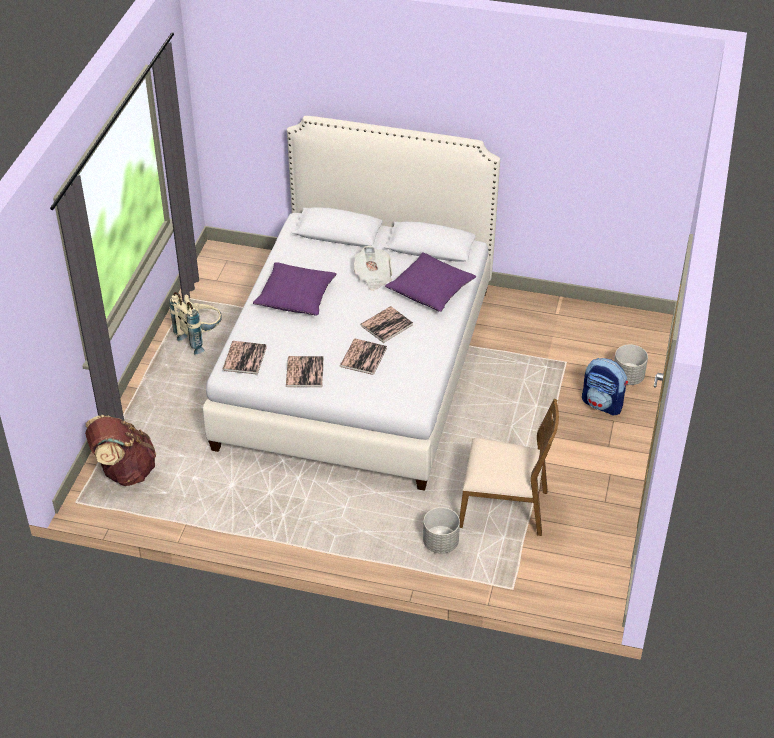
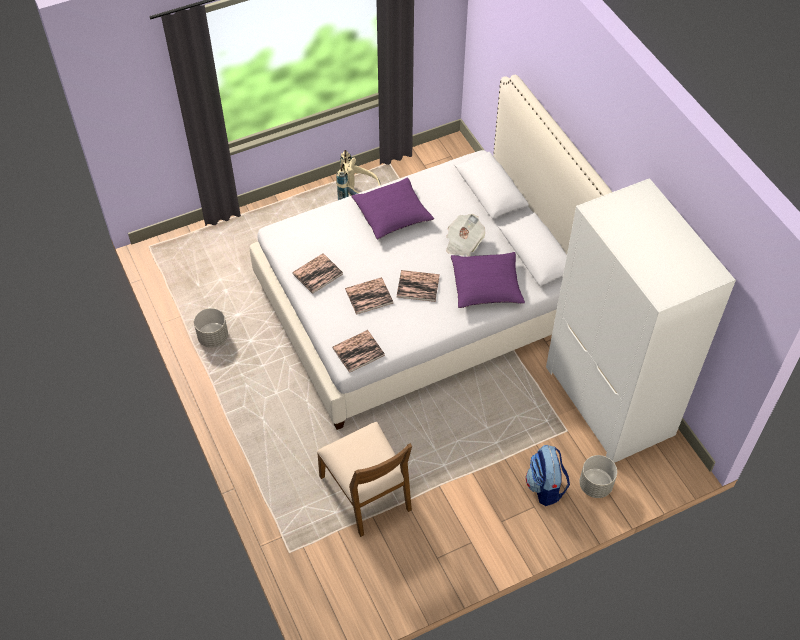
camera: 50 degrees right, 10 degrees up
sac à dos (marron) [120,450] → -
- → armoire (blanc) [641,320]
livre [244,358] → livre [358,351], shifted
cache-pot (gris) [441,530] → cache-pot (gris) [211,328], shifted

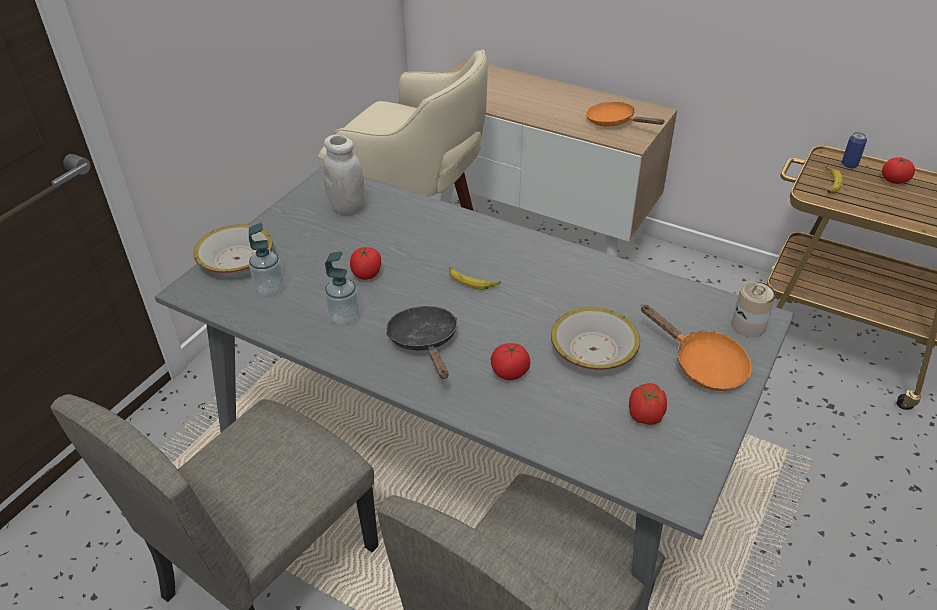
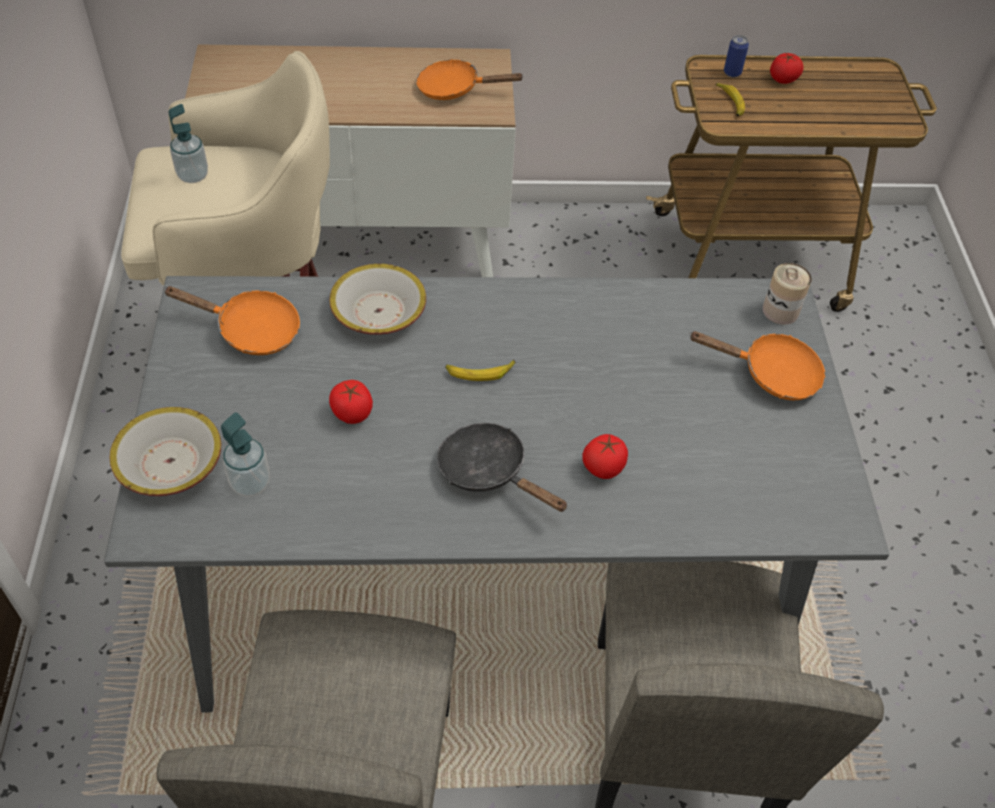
camera: 35 degrees left, 10 degrees up
tomate [648,404] → -
distributeur de savon [342,288] → distributeur de savon [188,143], shifted
bol [595,338] → bol [377,299], shifted
bocal (blanc) [344,174] → poêle (orange) [231,320]

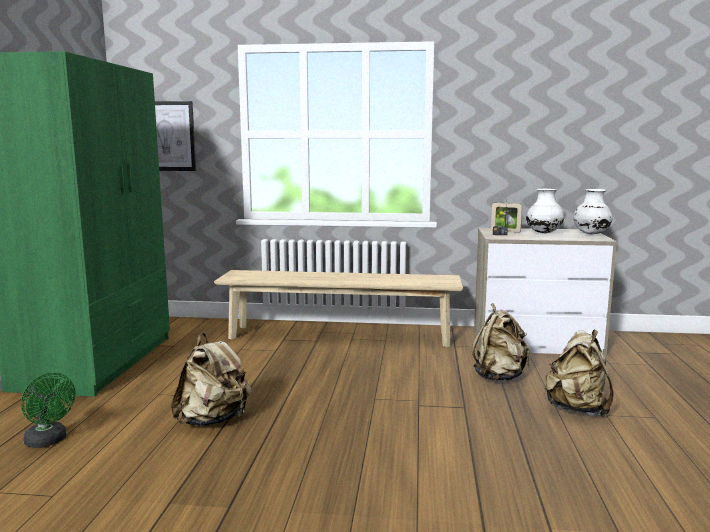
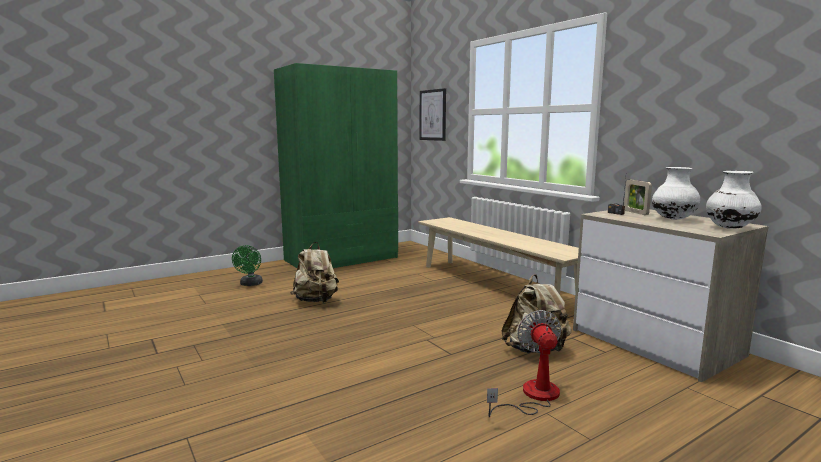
camera: 50 degrees right, 0 degrees up
sac à dos (beige) [579,373] → ventilateur [524,363]

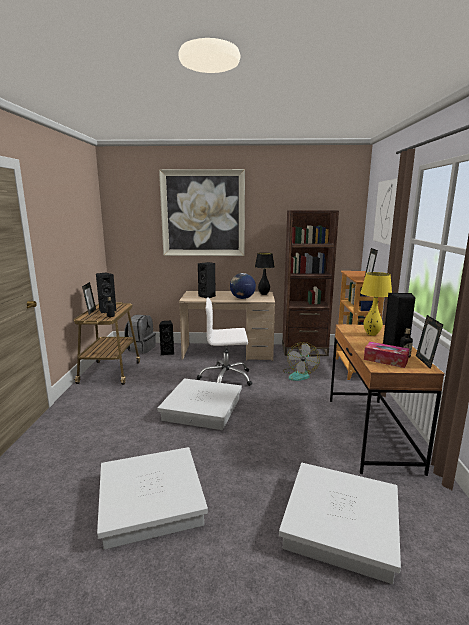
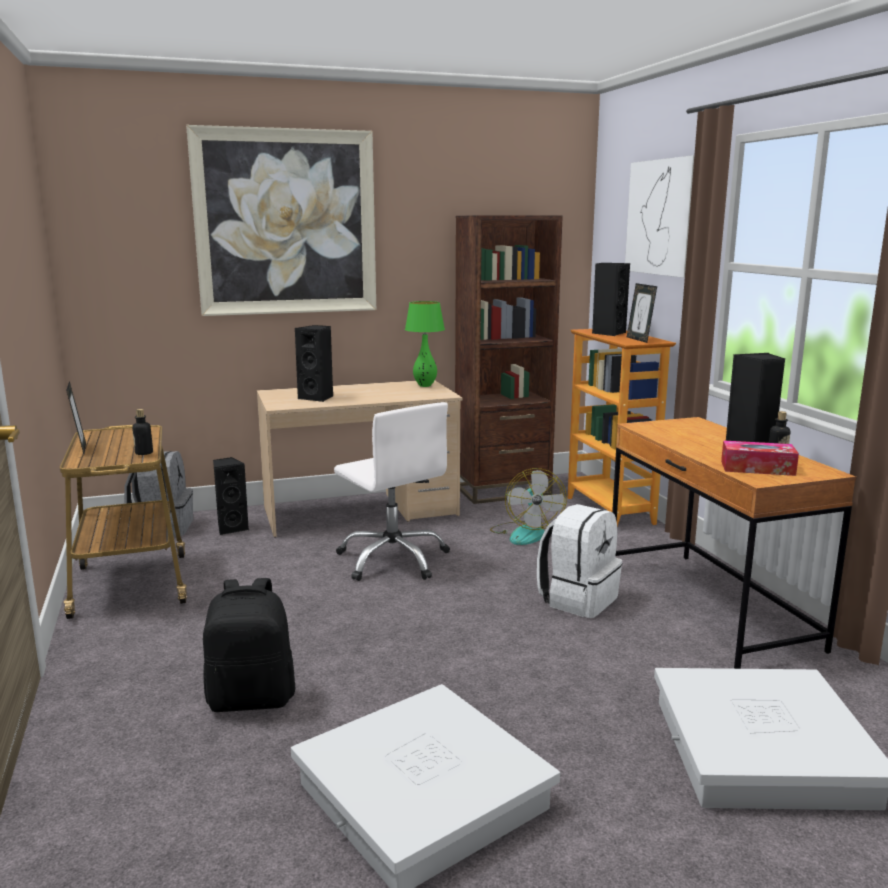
camera: 20 degrees left, 0 degrees up
boîte de rangement (blanc) [200,404] → -
globe [243,286] → -
lampe de table (jaune) [376,304] → -
cadre photo [429,342] → -
- → sac à dos (noir) [249,645]
- → sac à dos (blanc) [579,561]
enceinte (noir) [106,293] → enceinte (noir) [611,299], shifted
lampe de table (noir) [265,274] → lampe de table (vert) [425,344]
chaise de bureau (blanc) [224,341] → chaise de bureau (blanc) [392,491], 105 degrees counterclockwise

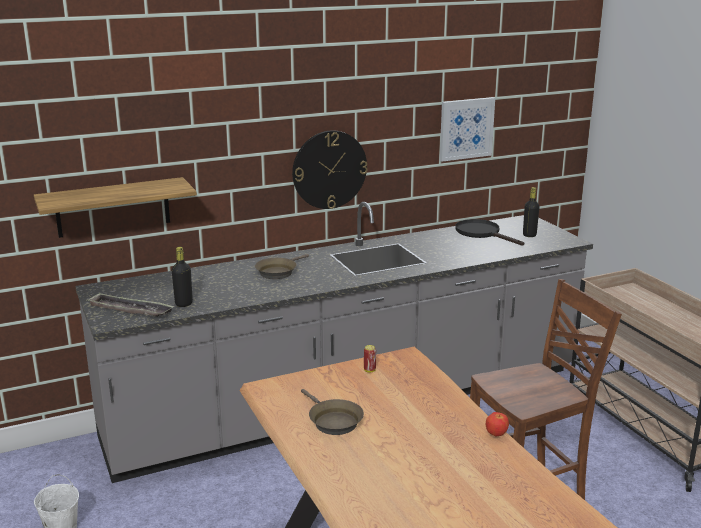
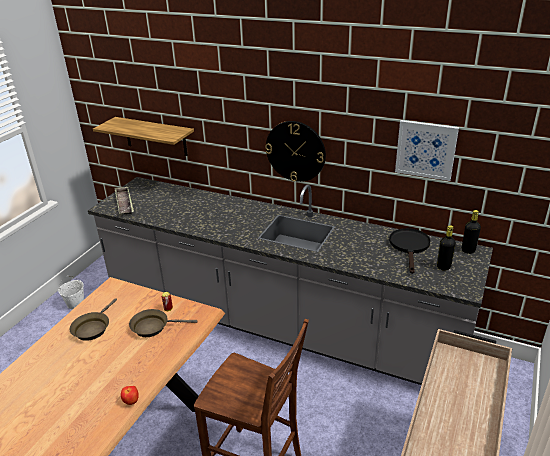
camera: 50 degrees right, 10 degrees up
bouteille (noir) [182,277] → bouteille (noir) [471,232], shifted
poêle (marron) [282,266] → poêle (marron) [163,323], shifted

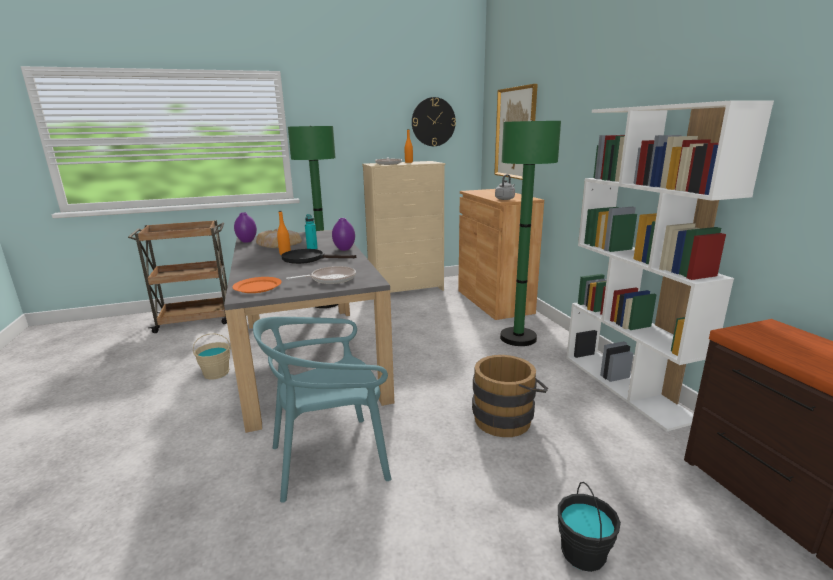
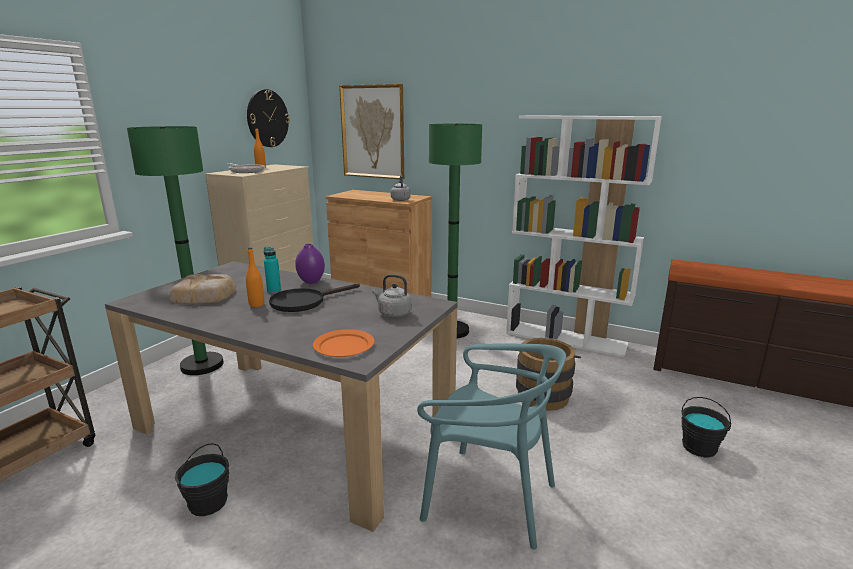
camera: 45 degrees left, 0 degrees up
vase (violet) [245,227] → -
poêle [321,275] → bouilloire (gris) [392,296]
seau (beige) [212,357] → seau (noir) [202,479]
chaise (turquoise) [322,410] → chaise (turquoise) [491,446], 90 degrees counterclockwise

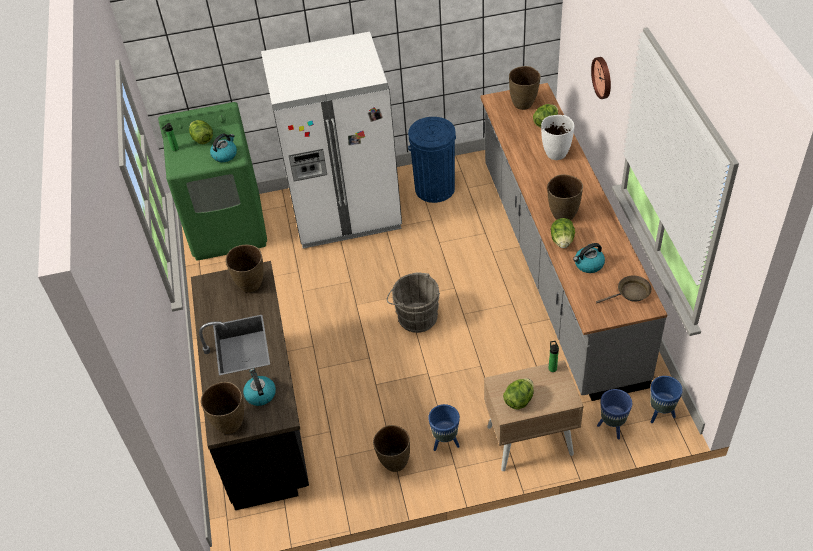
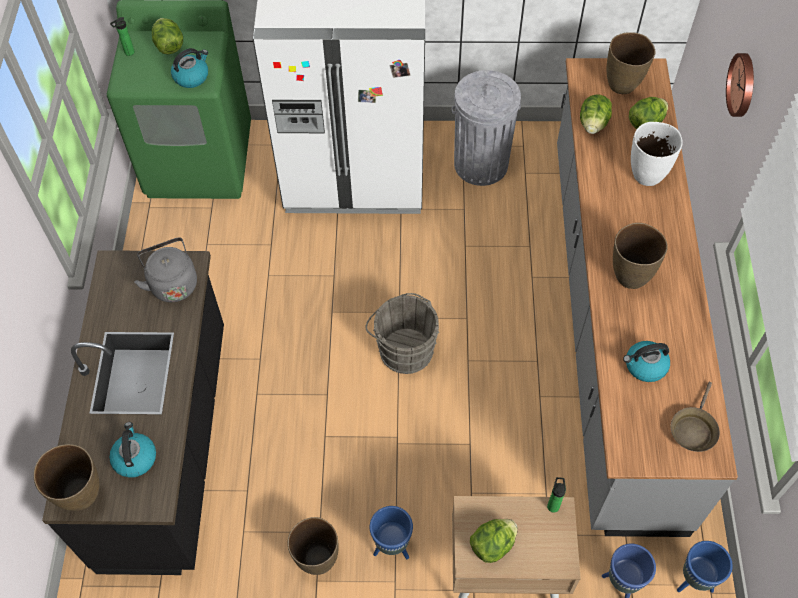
camera: 10 degrees right, 10 degrees up
laitue [563,233] → laitue [596,114], shifted
vase (marron) [245,269] → bouilloire (gris) [165,269]
poubelle (bleu) [432,160] → poubelle (gris) [486,128]
poêle (marron) [624,289] → poêle (marron) [695,417], 120 degrees clockwise

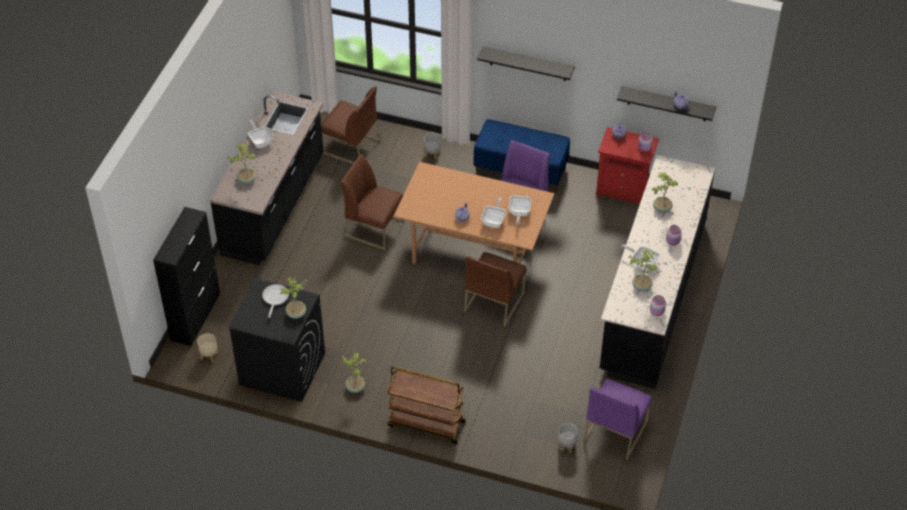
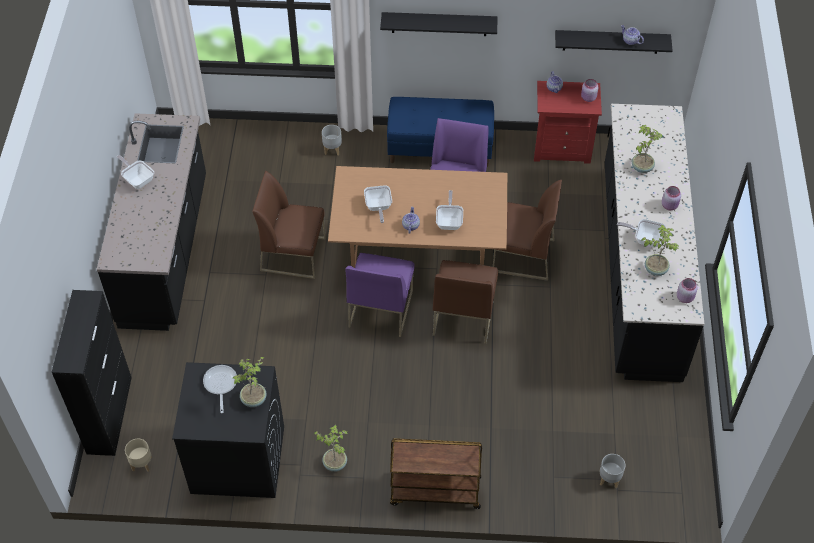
camera: 15 degrees left, 5 degrees up
plante en pot [241,163] → -
chaise (marron) [351,125] → chaise (marron) [527,230], shifted
poêle [520,210] → poêle [378,204], shifted
chaise (violet) [617,419] → chaise (violet) [380,295], shifted

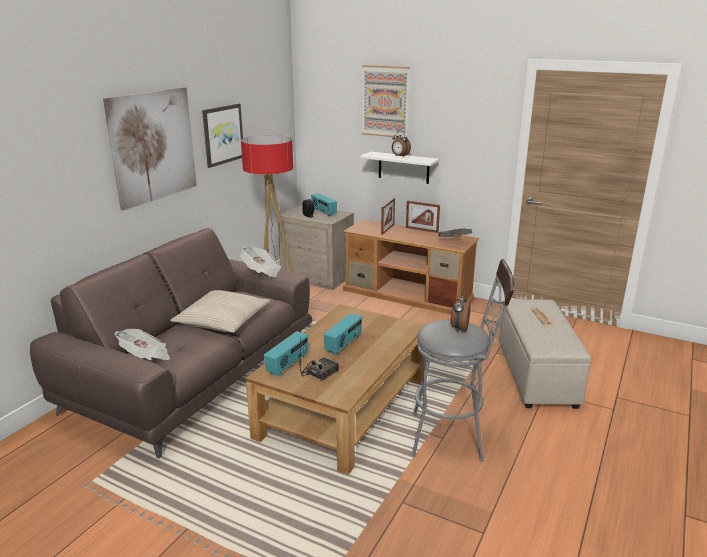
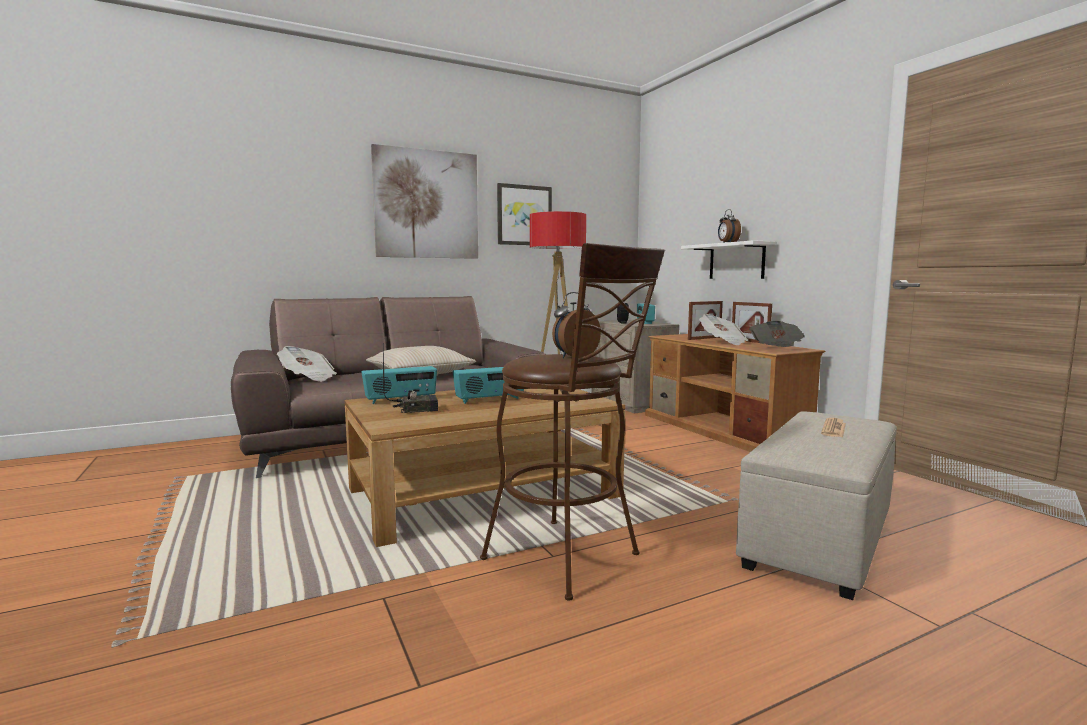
camera: 35 degrees right, 15 degrees down
tableau [386,101] → -
journal [260,262] → journal [723,329], shifted
tabouret (gris) [462,360] → tabouret (marron) [572,422]

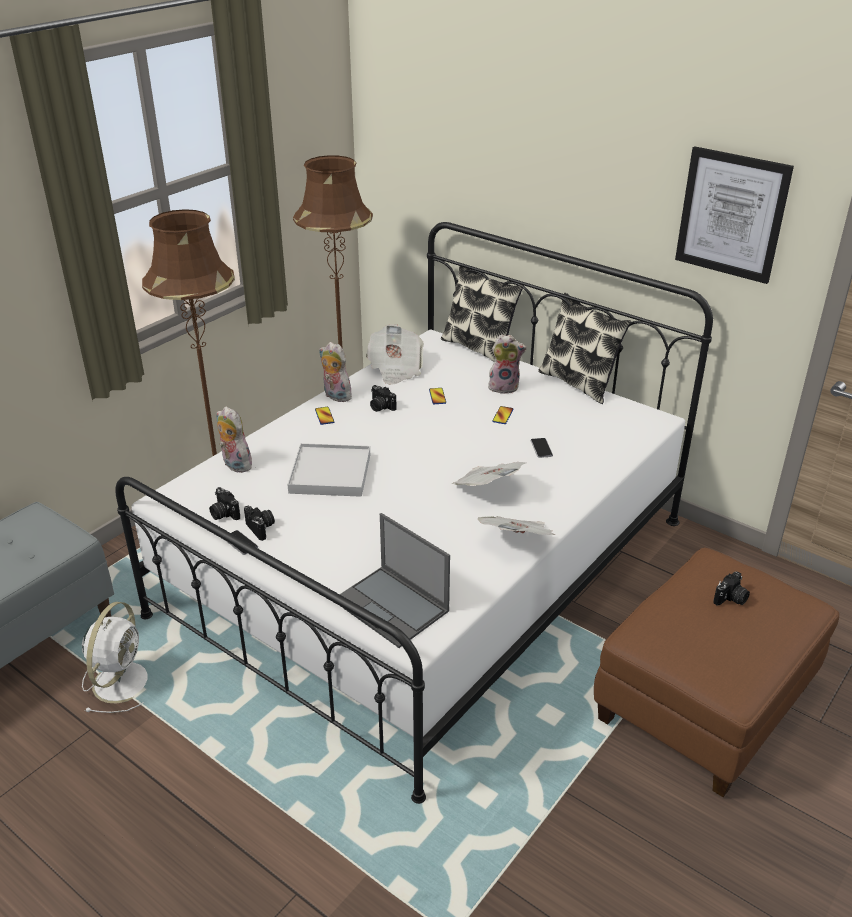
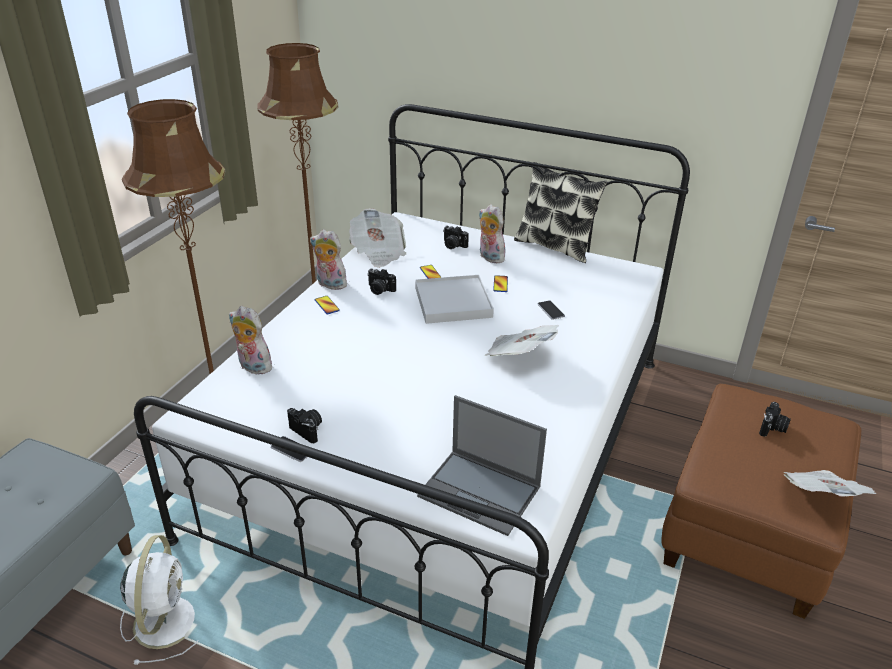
camera: 15 degrees left, 0 degrees up
coussin [482,314] → -
tableau [734,215] → -
appareil photo [224,503] → appareil photo [456,237], shifted
plateau (blanc) [328,470] → plateau (blanc) [454,299], shifted
journal [516,525] → journal [830,483], shifted
peluche [507,364] → peluche [492,233], 120 degrees counterclockwise

